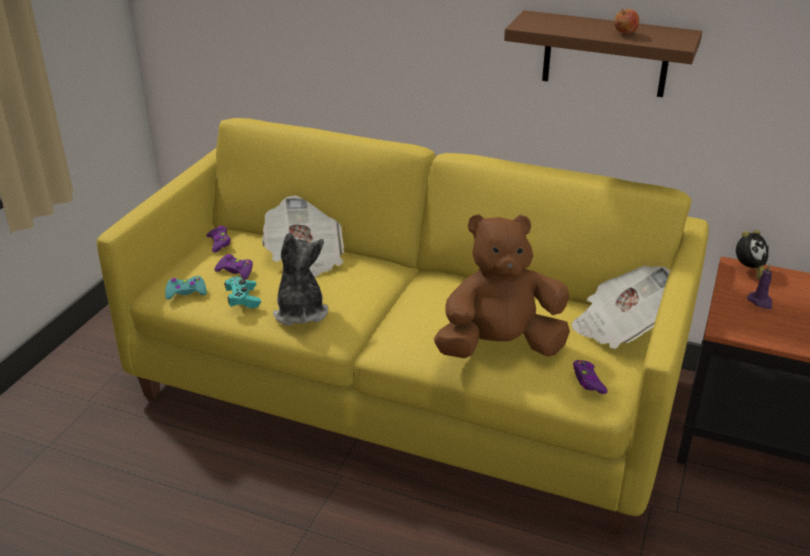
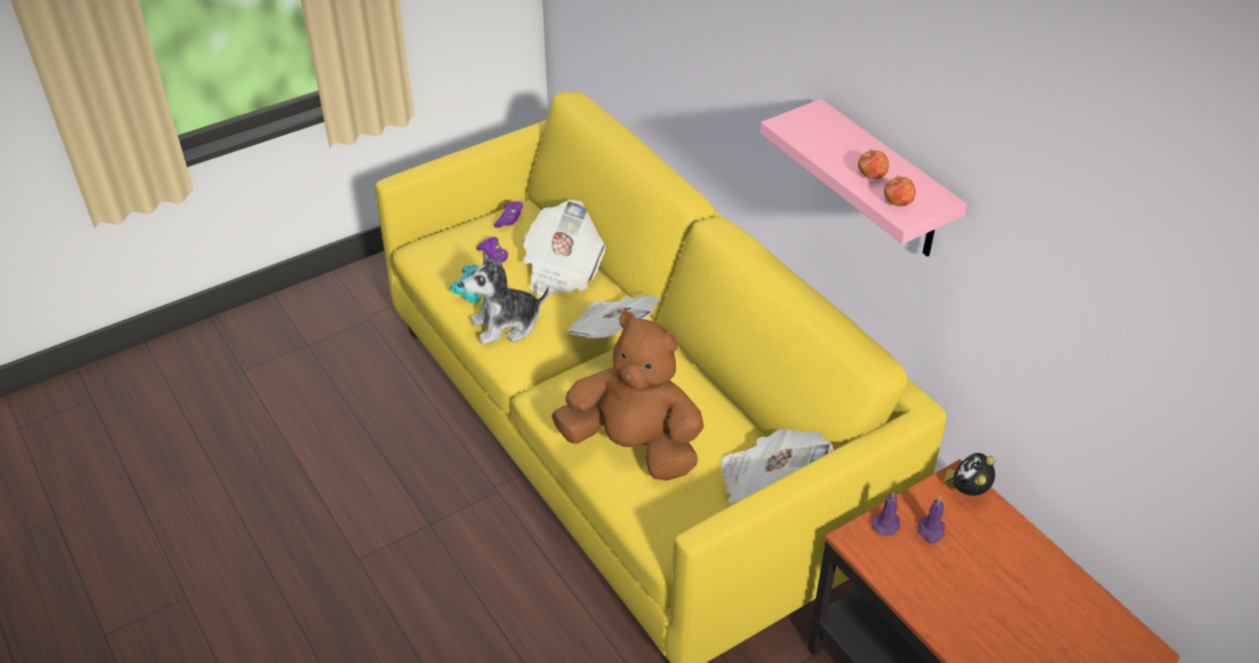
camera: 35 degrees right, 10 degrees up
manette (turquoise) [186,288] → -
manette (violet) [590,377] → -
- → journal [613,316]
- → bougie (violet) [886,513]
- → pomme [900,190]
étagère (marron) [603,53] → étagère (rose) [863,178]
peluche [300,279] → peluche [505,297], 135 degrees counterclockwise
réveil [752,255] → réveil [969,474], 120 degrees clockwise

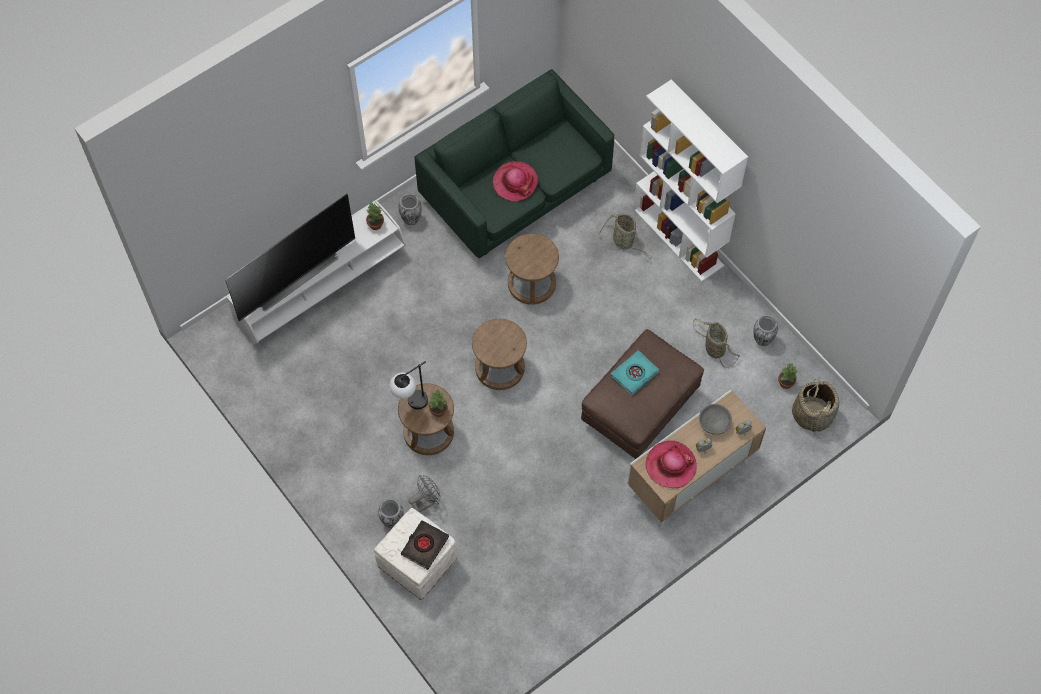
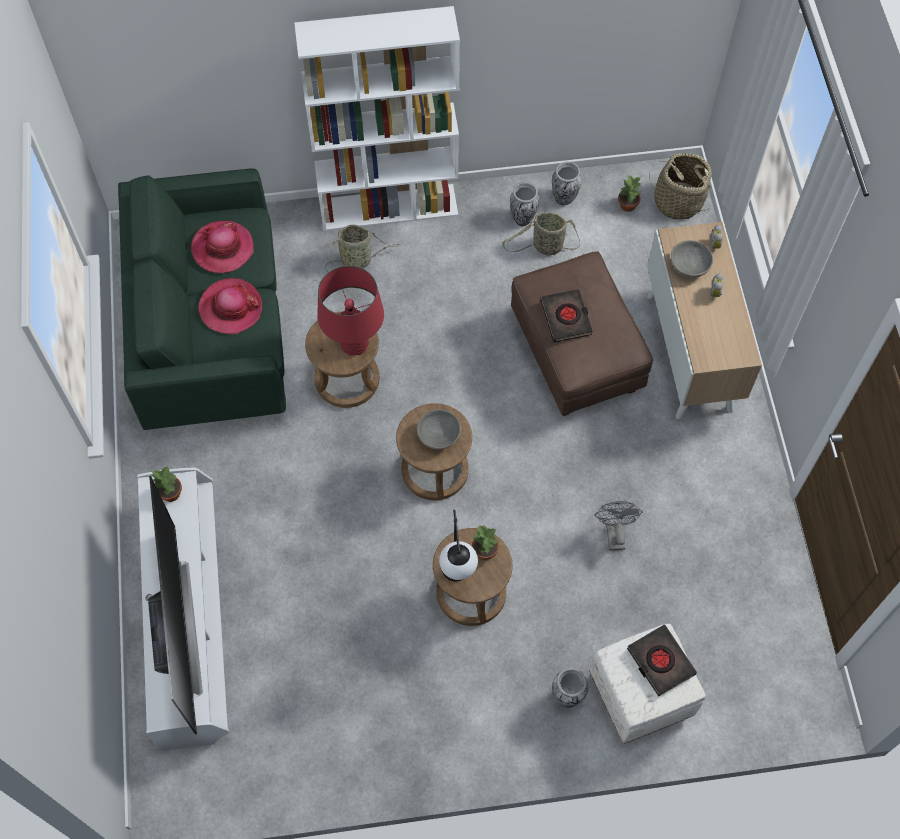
camera: 60 degrees left, 0 degrees up
- → lampe de table (rouge) [350,311]
- → bol (gris) [439,429]
vase [410,209] → vase [525,204], shifted
ventilateur (gris) [425,494] → ventilateur (gris) [618,525], shifted
chapeau [671,464] → chapeau [222,247], shifted
livre (turquoise) [635,372] → livre (noir) [567,316]

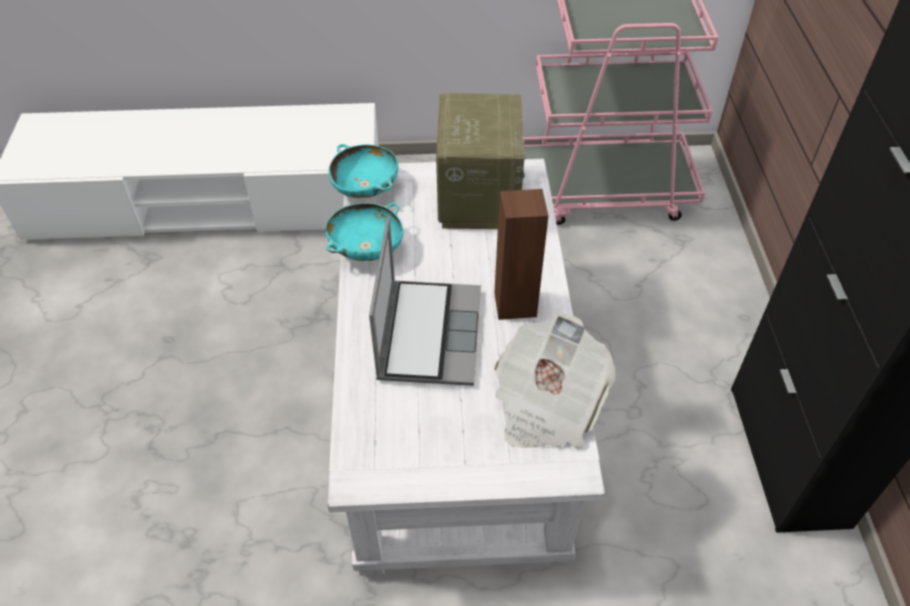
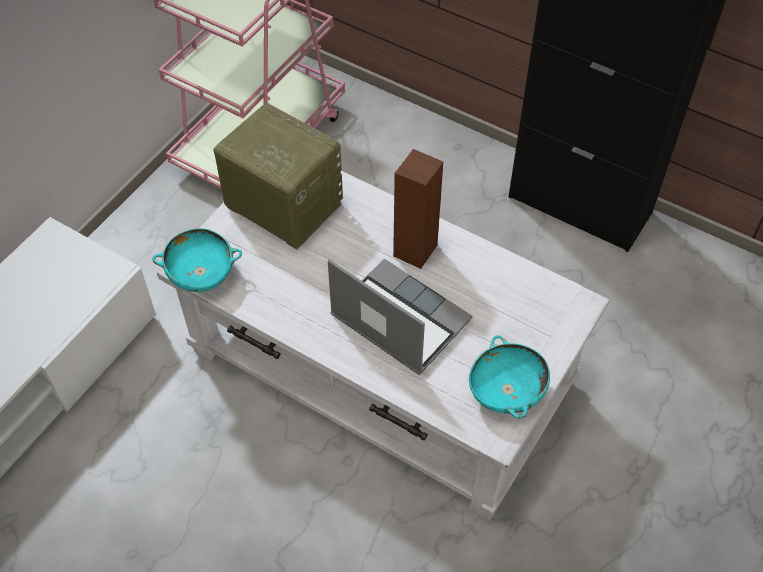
camera: 55 degrees left, 5 degrees up
journal [555,381] → -
bol (turquoise) [364,232] → bol (turquoise) [509,377], shifted

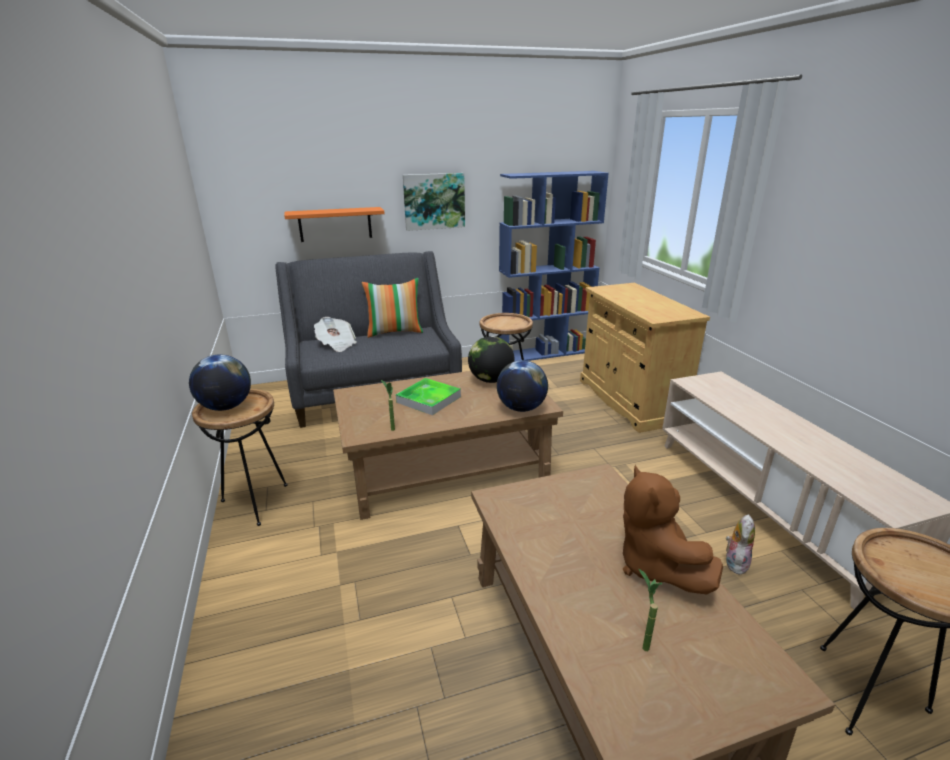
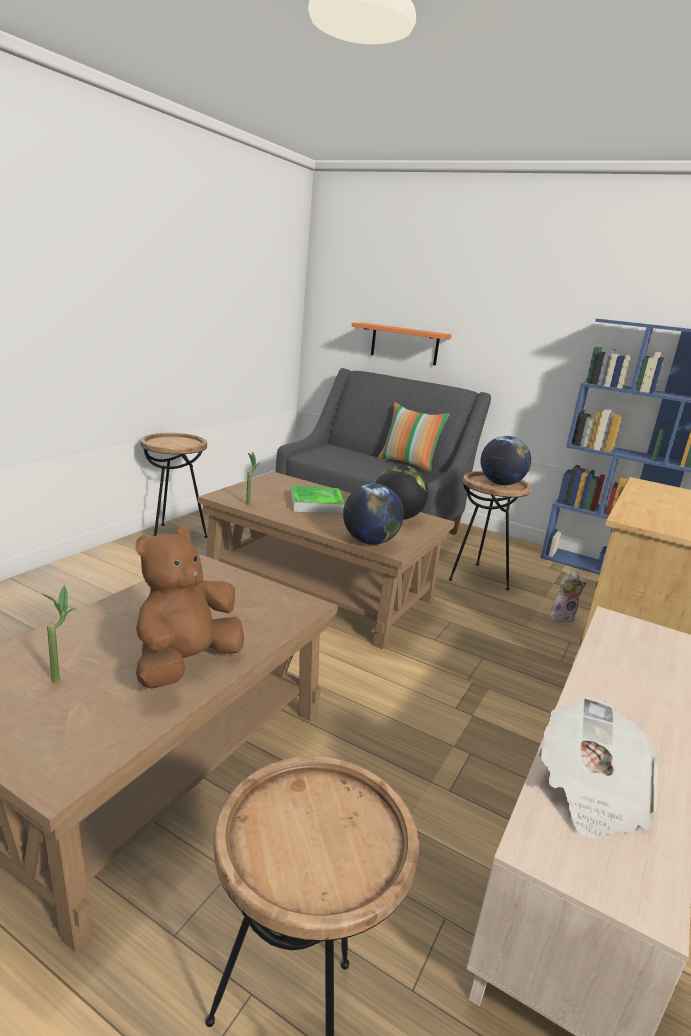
camera: 45 degrees right, 5 degrees down
tableau [434,202] → -
globe [220,382] → globe [505,460], shifted
journal [335,334] → journal [599,767], shifted
peluche [740,544] → peluche [568,597], shifted

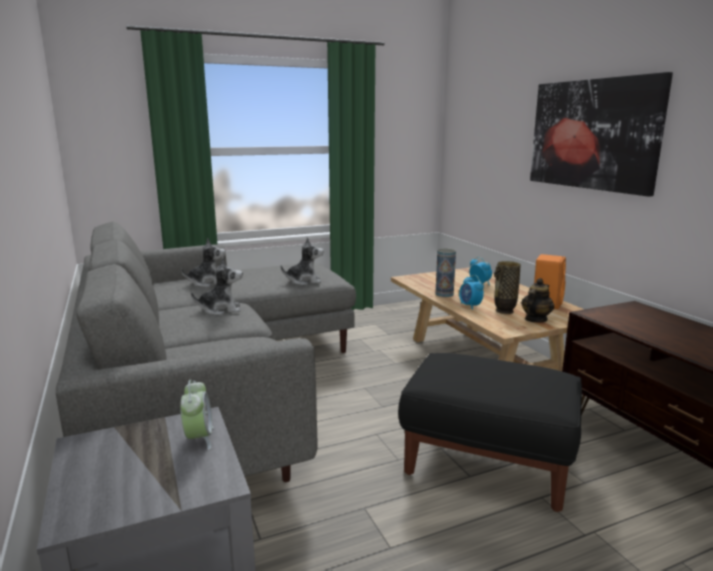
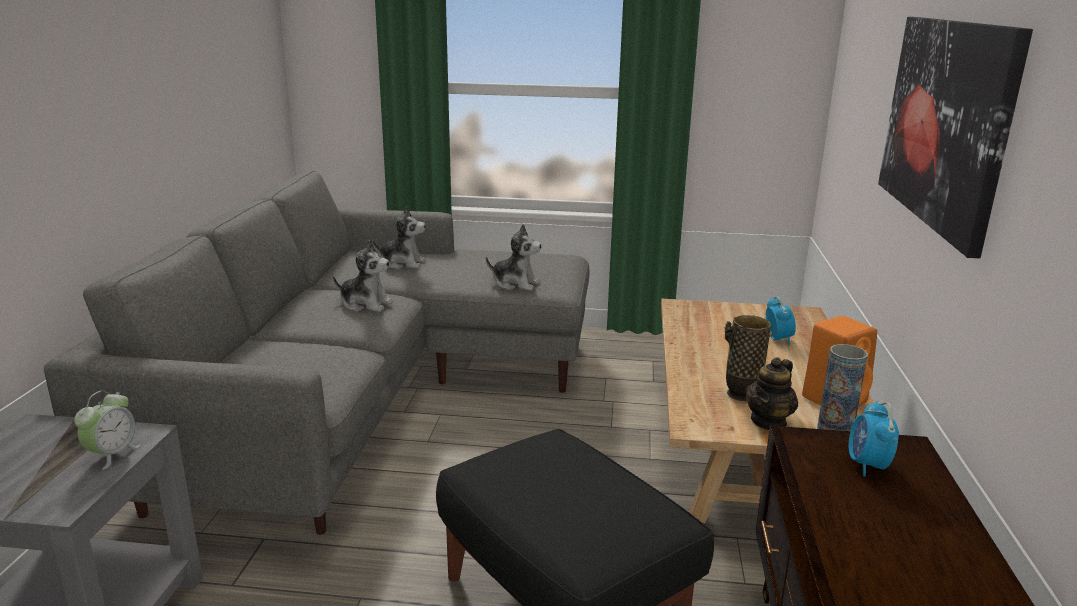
camera: 30 degrees right, 5 degrees up
vase [445,272] → vase [842,387], shifted
réveil [471,292] → réveil [874,438], shifted
théière [538,300] → théière [771,393], 150 degrees clockwise

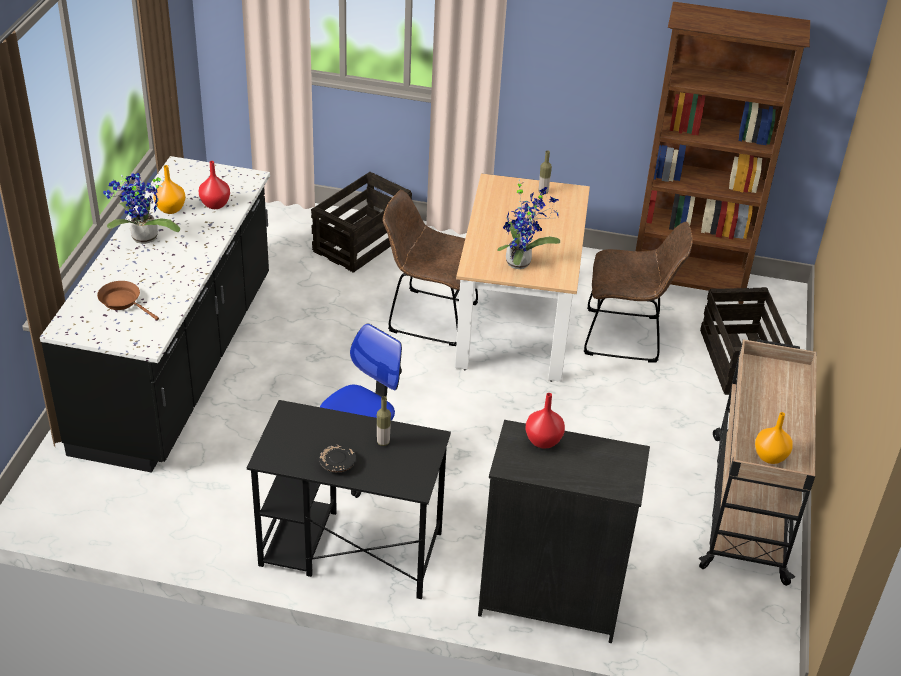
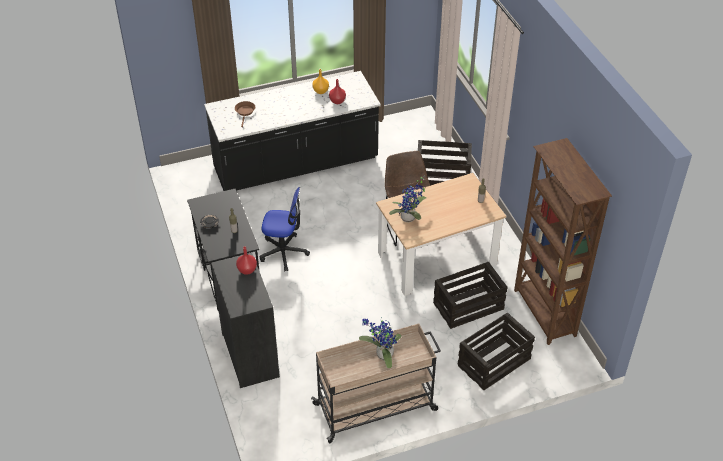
camera: 60 degrees right, 5 degrees up
vase (orange) [774,438] → -
plante en pot [141,208] → plante en pot [380,342], shifted
chaise (marron) [638,292] → caisse [470,295]

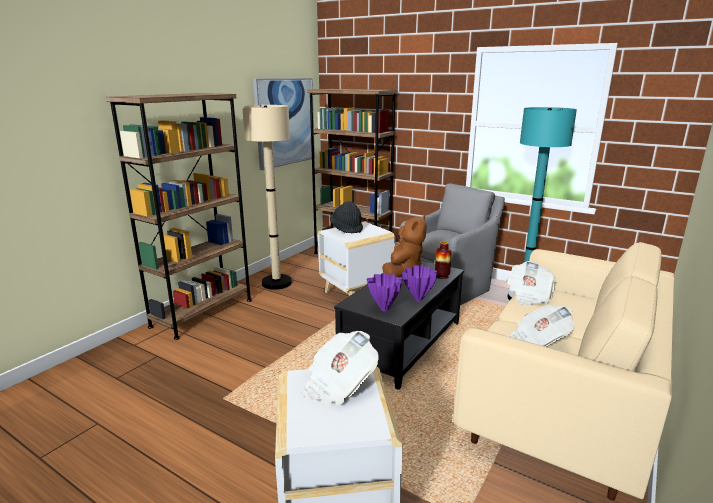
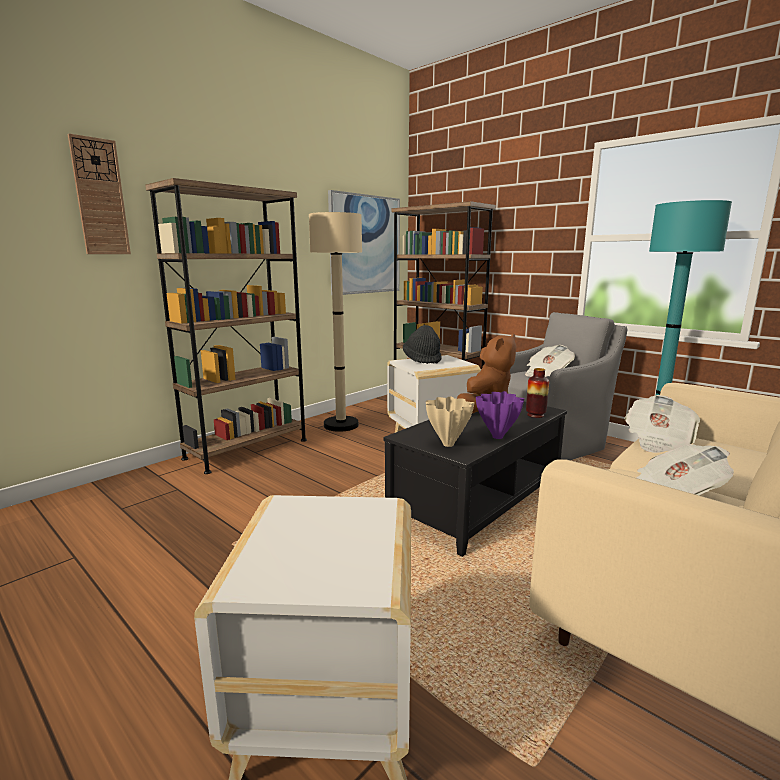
camera: 10 degrees right, 5 degrees down
- → horloge murale [99,193]
journal [340,368] → journal [550,361], shifted
vase (violet) [385,292] → vase (beige) [450,421]

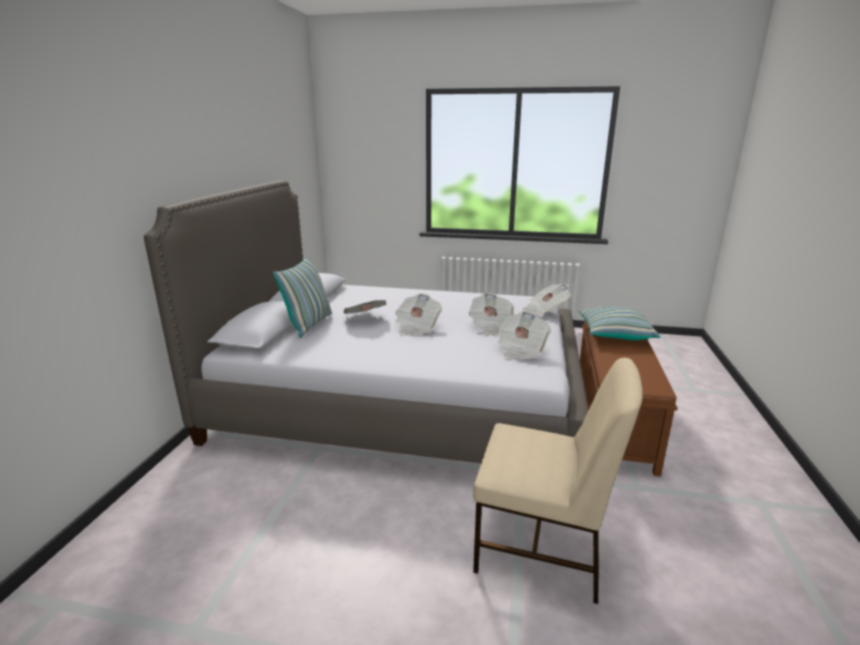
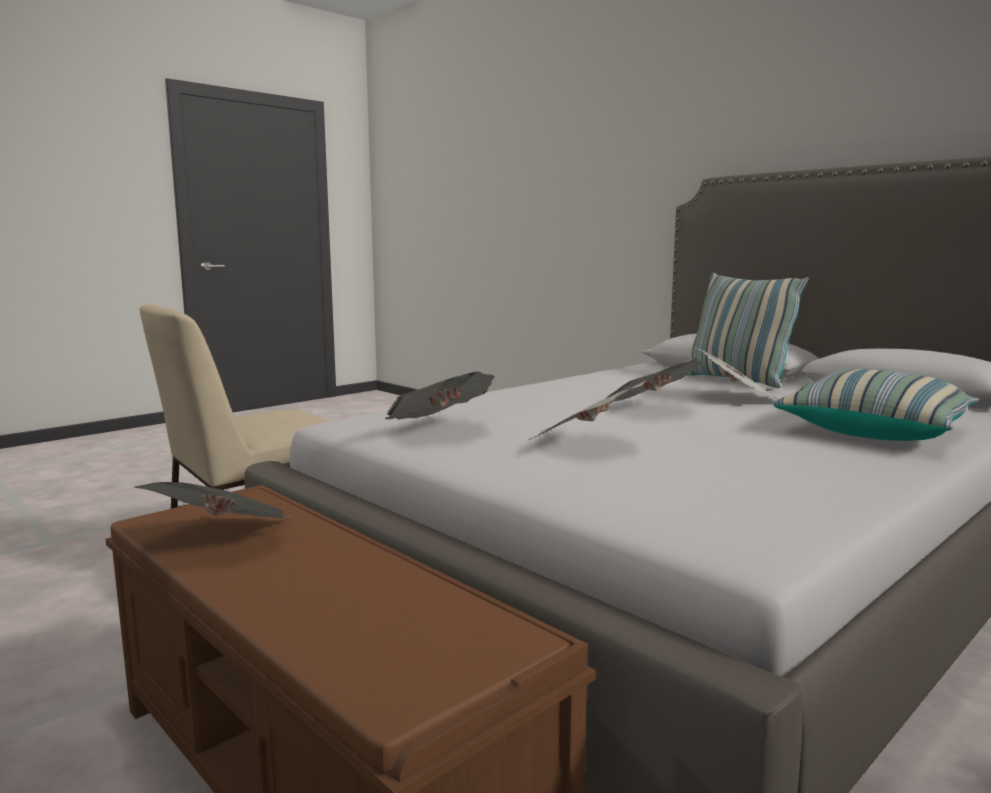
camera: 125 degrees right, 10 degrees down
journal [546,300] → journal [211,500], shifted
coussin [619,323] → coussin [876,405], shifted

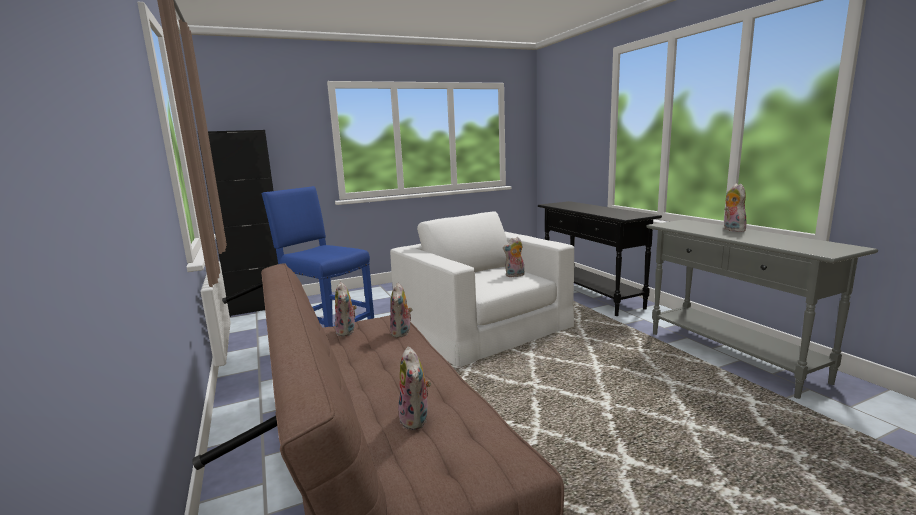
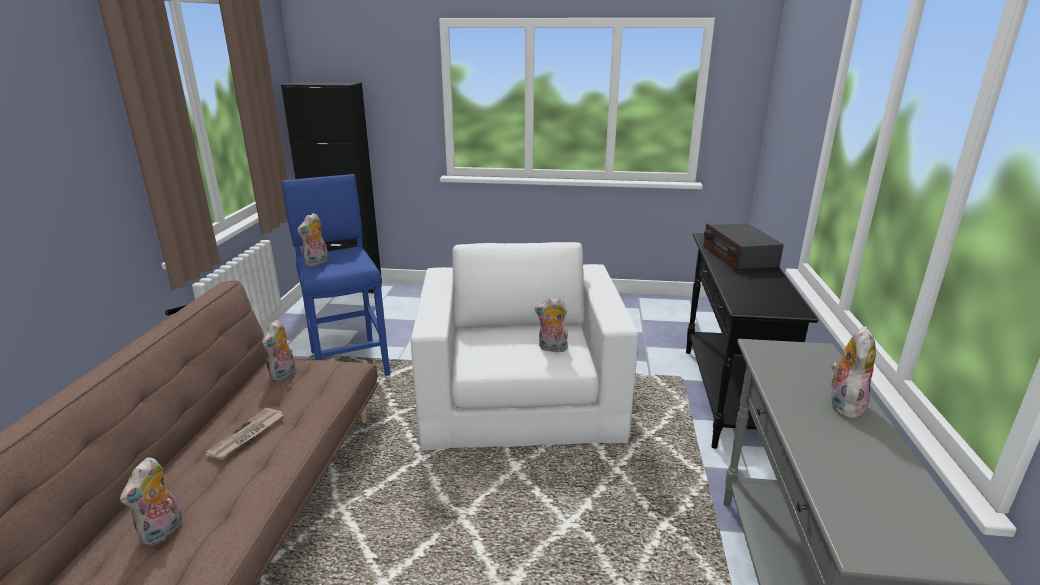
camera: 30 degrees right, 10 degrees up
- → journal [244,434]
- → radio [743,247]
peluche [401,310] → peluche [312,240], shifted

